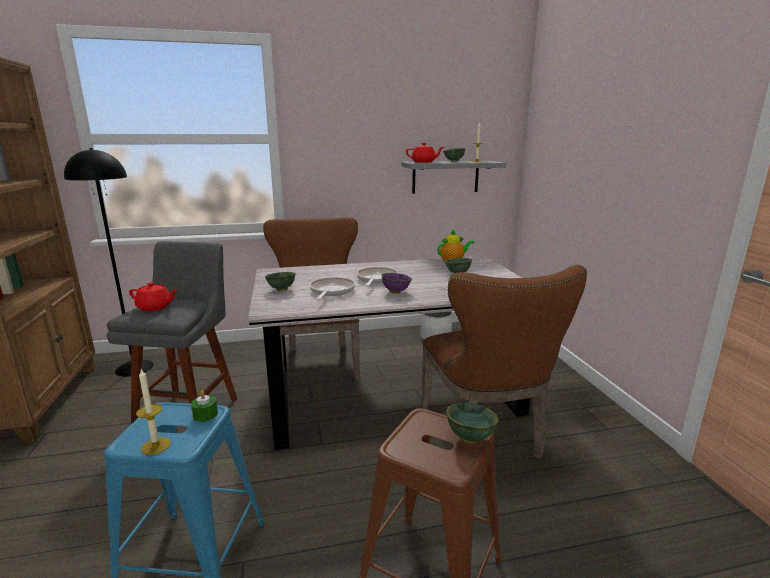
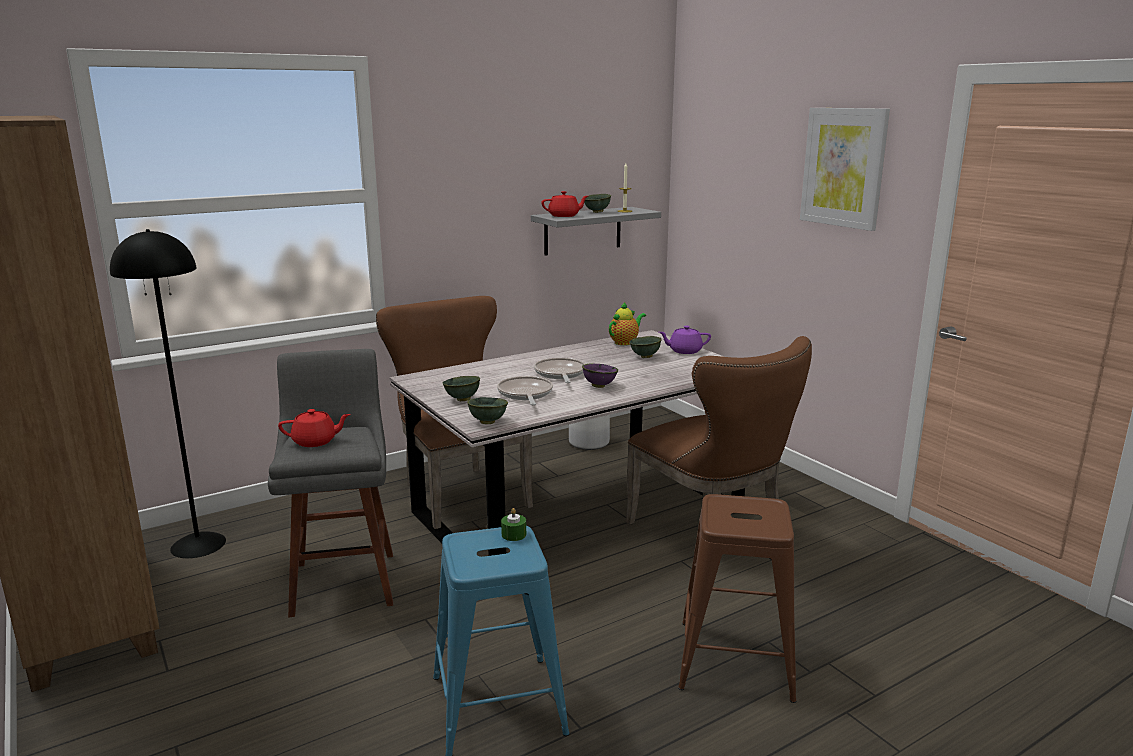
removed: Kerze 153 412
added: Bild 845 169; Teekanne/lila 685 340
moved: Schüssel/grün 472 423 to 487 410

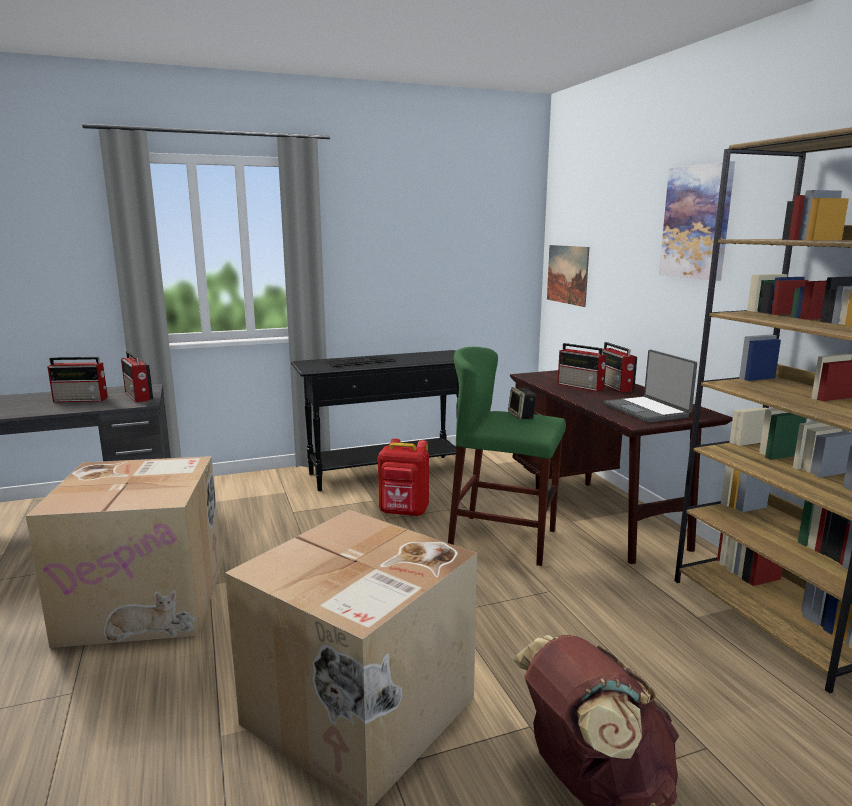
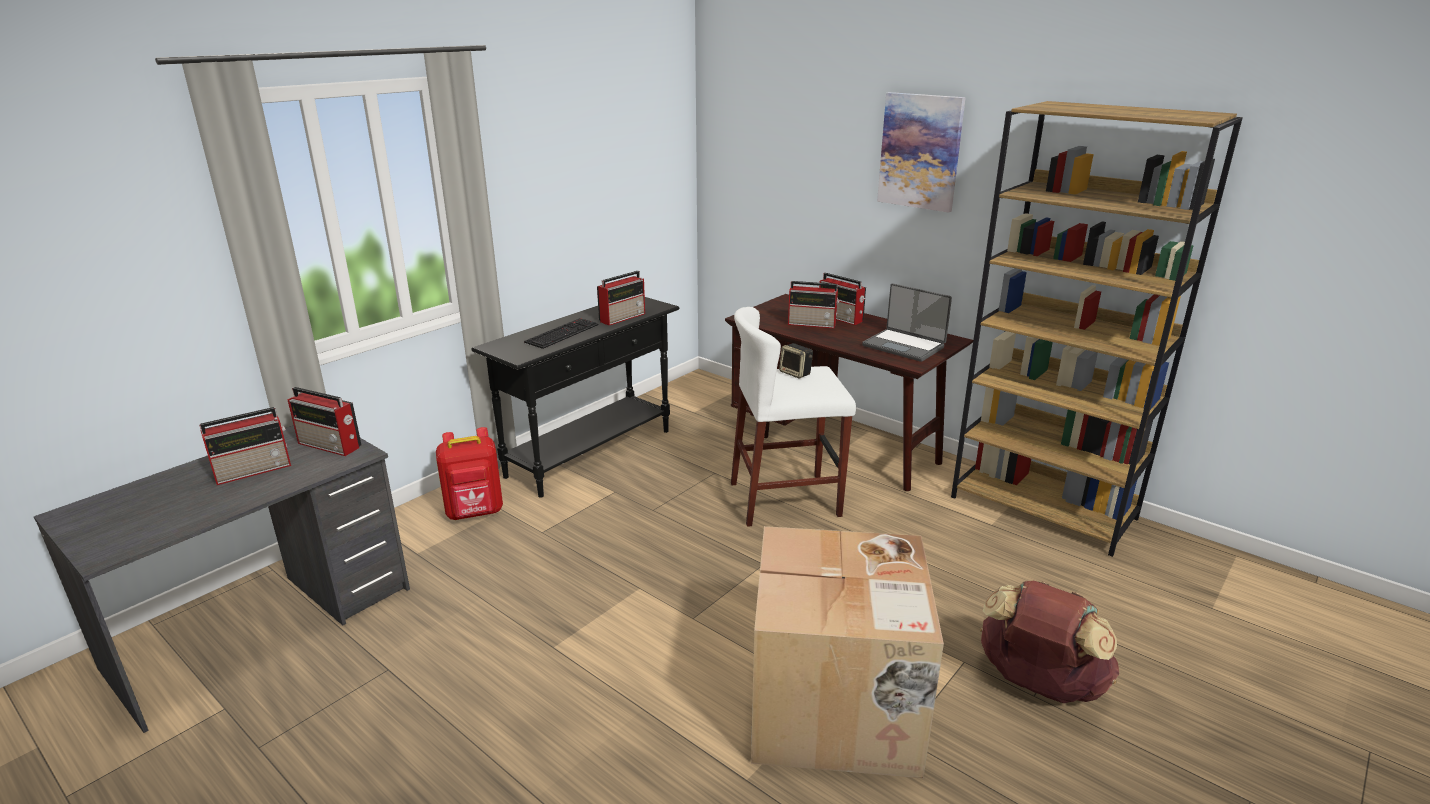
removed: Bild 568 276; Karton 124 552
added: Radio 621 298
moved: Rucksack/rot 403 477 to 469 473
recoloured: Hocker/grün 507 456 to Hocker/weiß 793 417

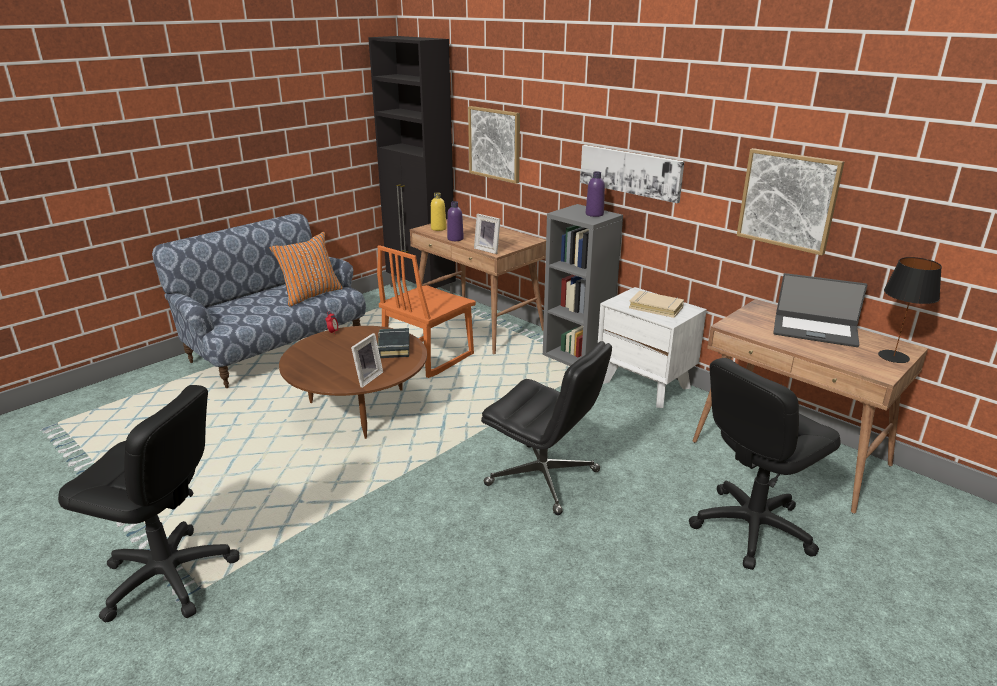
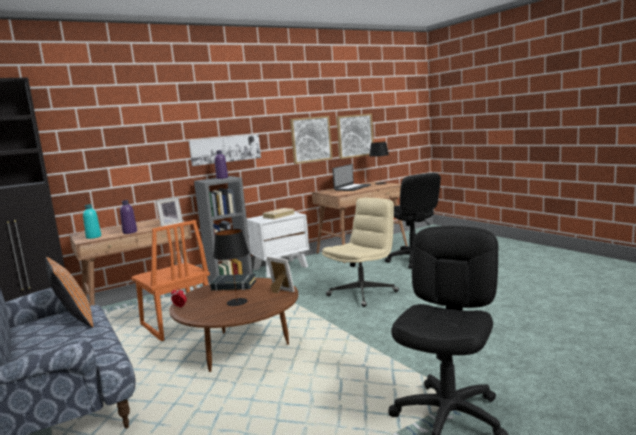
added: Tischlampe/schwarz 231 267
moved: Bild 494 145 to 355 136
recoloured: Flasche/gelb 438 211 to Flasche/türkis 92 221; Bürostuhl/schwarz 546 428 to Bürostuhl/beige 360 252

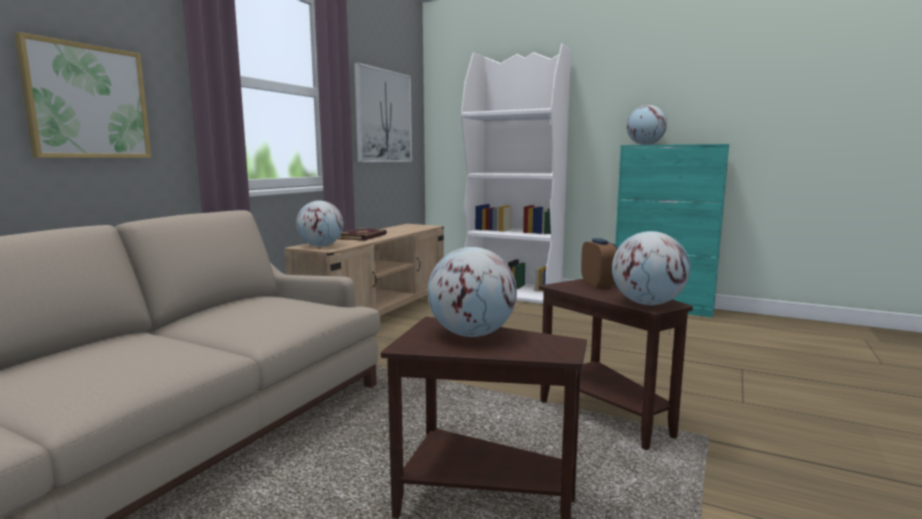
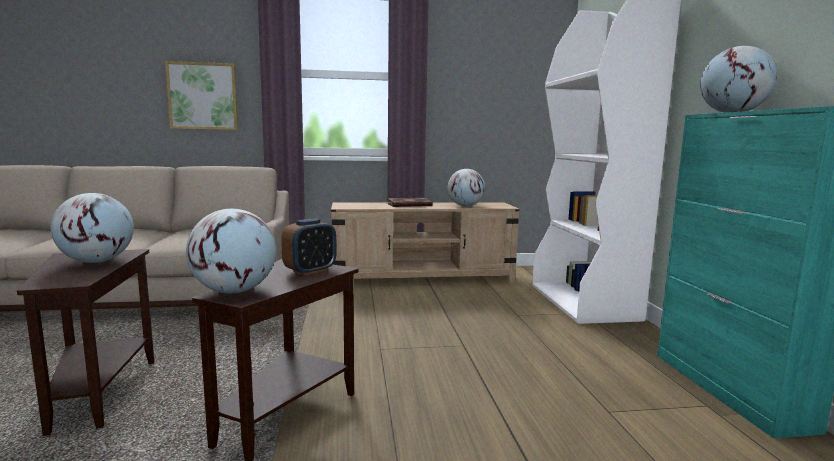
removed: Bild 383 112
moved: Globus 319 224 to 466 187

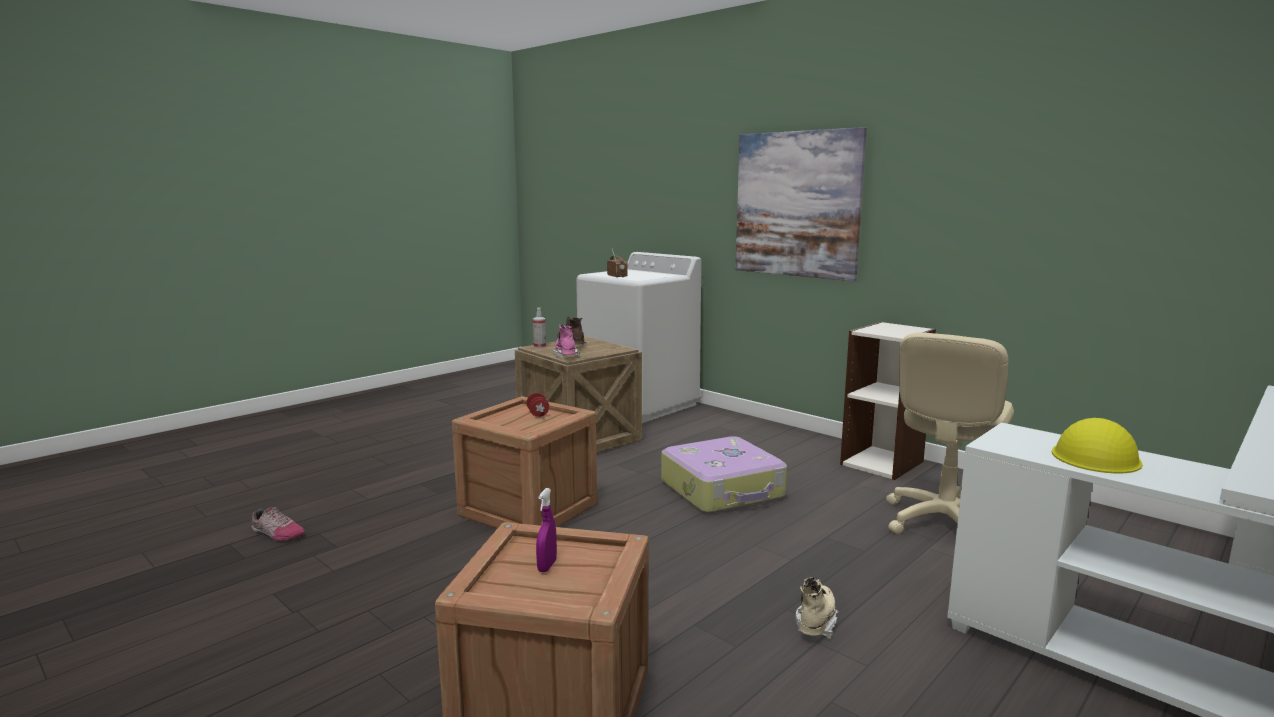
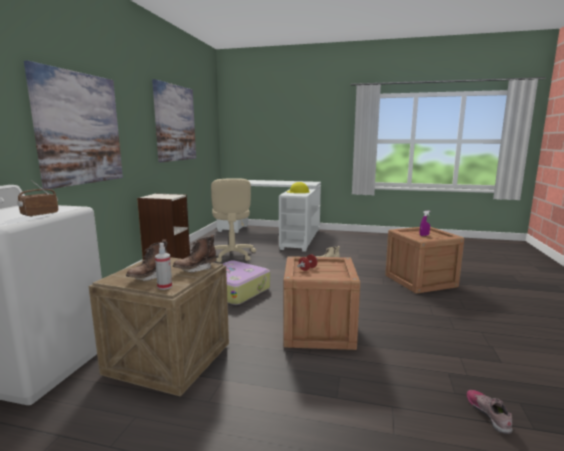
added: Bild 174 120
recoloured: Stiefel/rosa 566 341 to Stiefel/braun 195 253
turned: Bürostuhl/beige 950 433 = 233 220 75 degrees clockwise

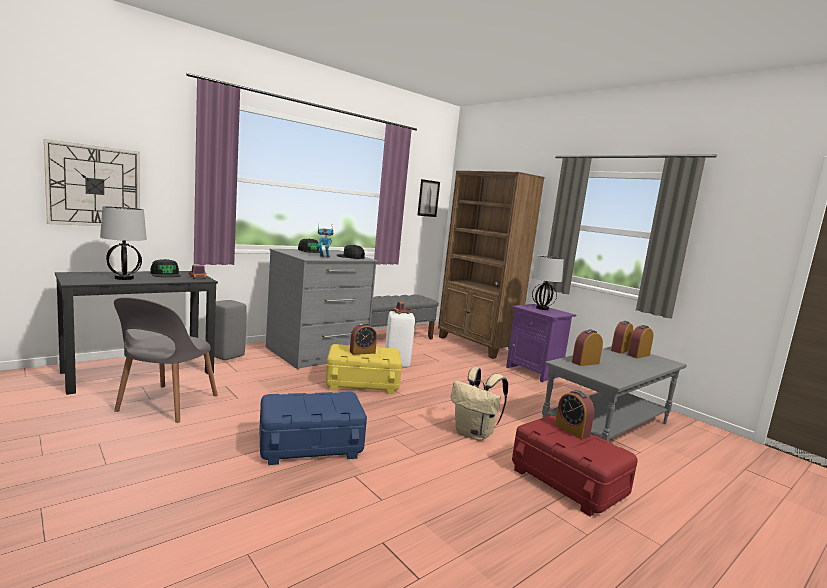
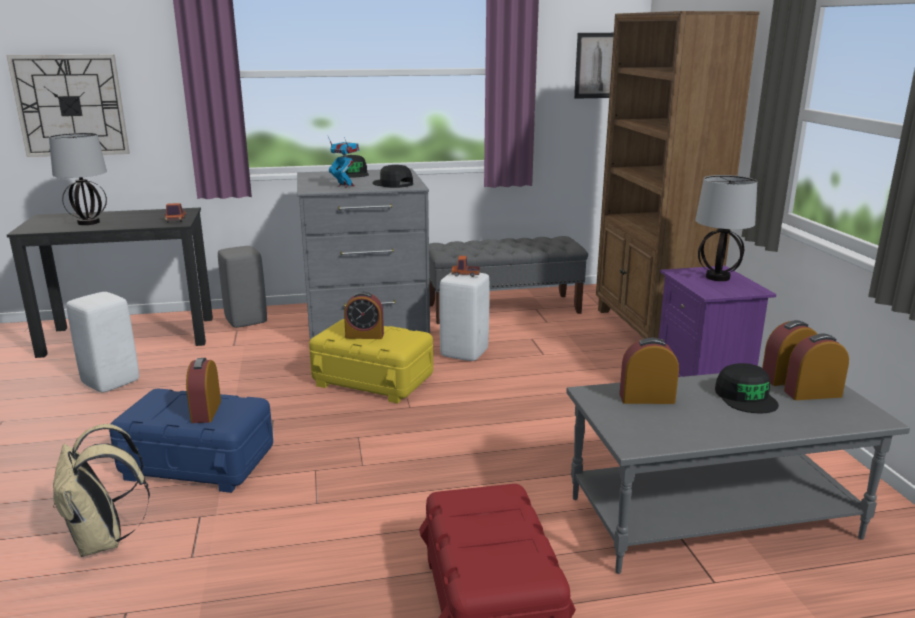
moved: Kappe/schwarz 166 268 to 747 388; Rucksack/beige 479 404 to 101 490; Wecker 574 414 to 203 390
replaced: Stuhl/grau 166 360 to Hocker/weiß 102 342

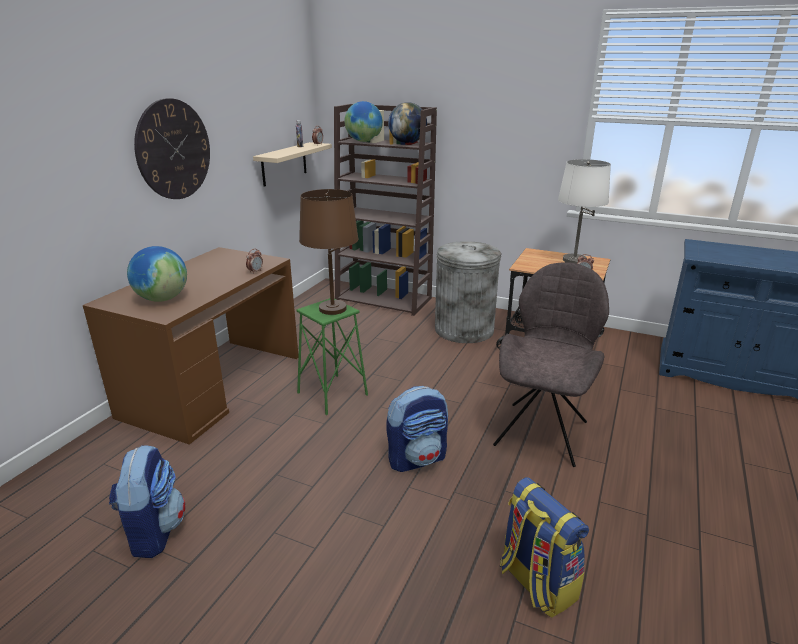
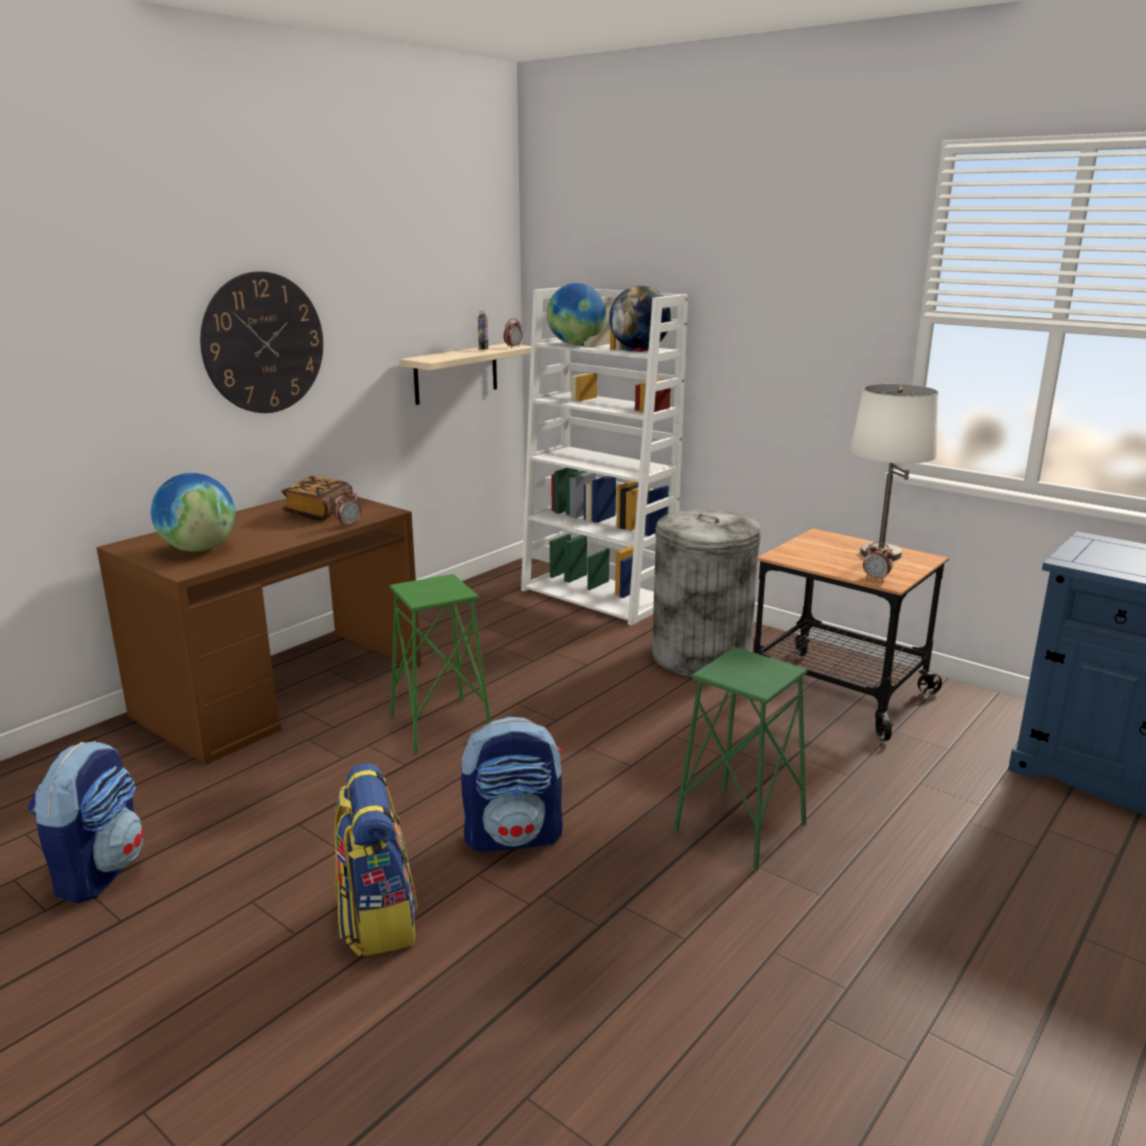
removed: Tischlampe/braun 328 252
added: Buch 317 498
moved: Rucksack 544 547 to 376 860
replaced: Stuhl/grau 551 364 to Hocker/grün 740 759
recoloured: Bücherregal/braun 385 210 to Bücherregal/weiß 604 456

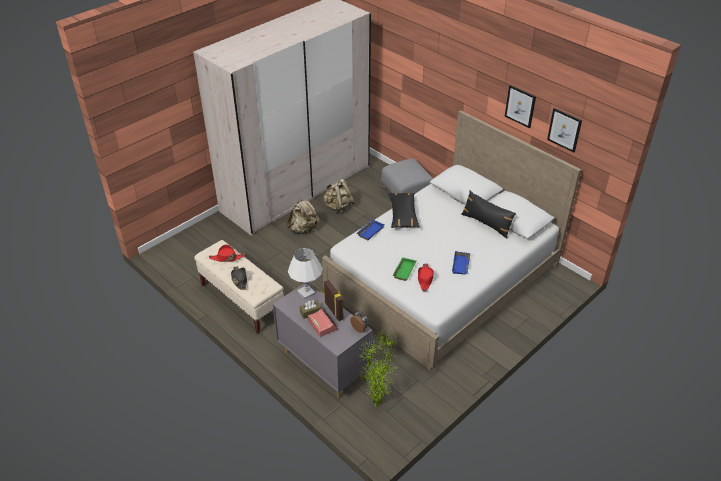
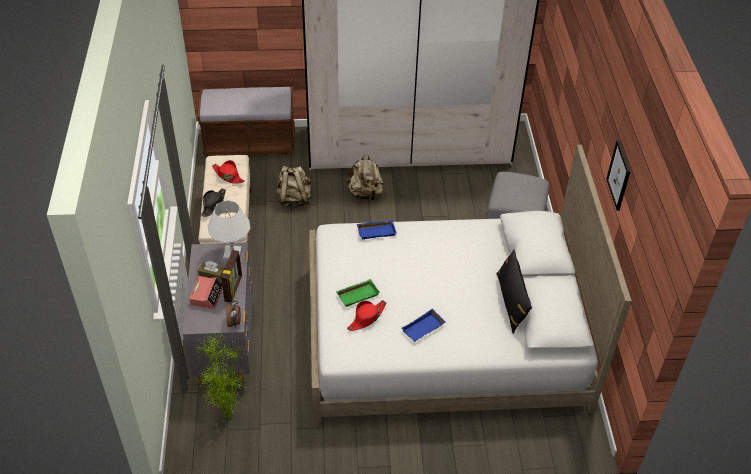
removed: Bild 564 130; Kissen/schwarz 404 210
added: Bank/braun 246 121
moved: Rucksack/beige 339 196 to 294 186

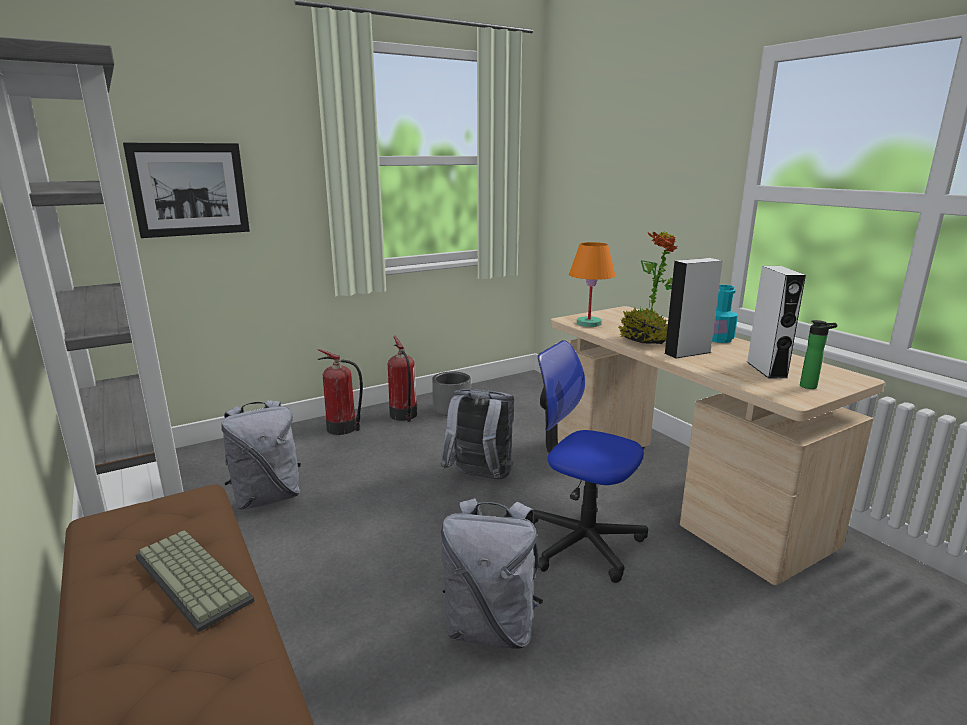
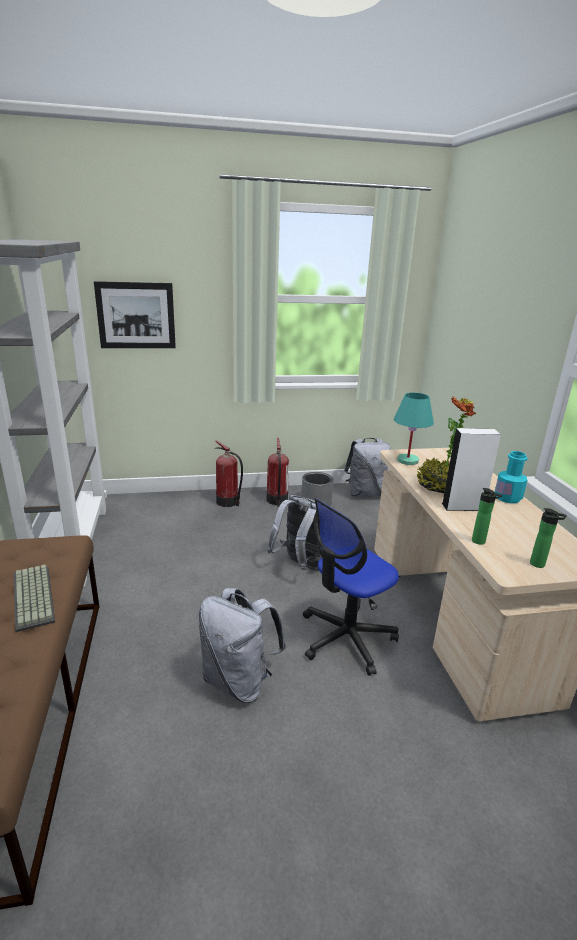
removed: Lautsprecher/weiß 776 322
added: Flasche 487 516
moved: Rucksack/grau 261 455 to 367 467
recoloured: Tischlampe/orange 592 284 to Tischlampe/türkis 414 429
turned: Bürostuhl 590 461 = 351 587 90 degrees counterclockwise

